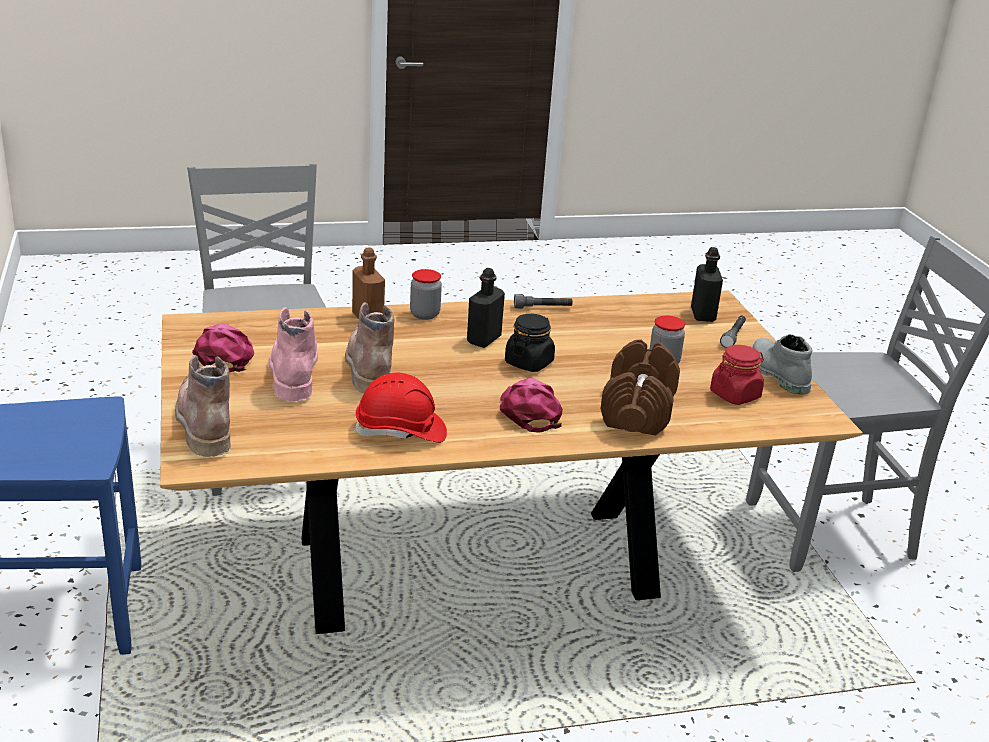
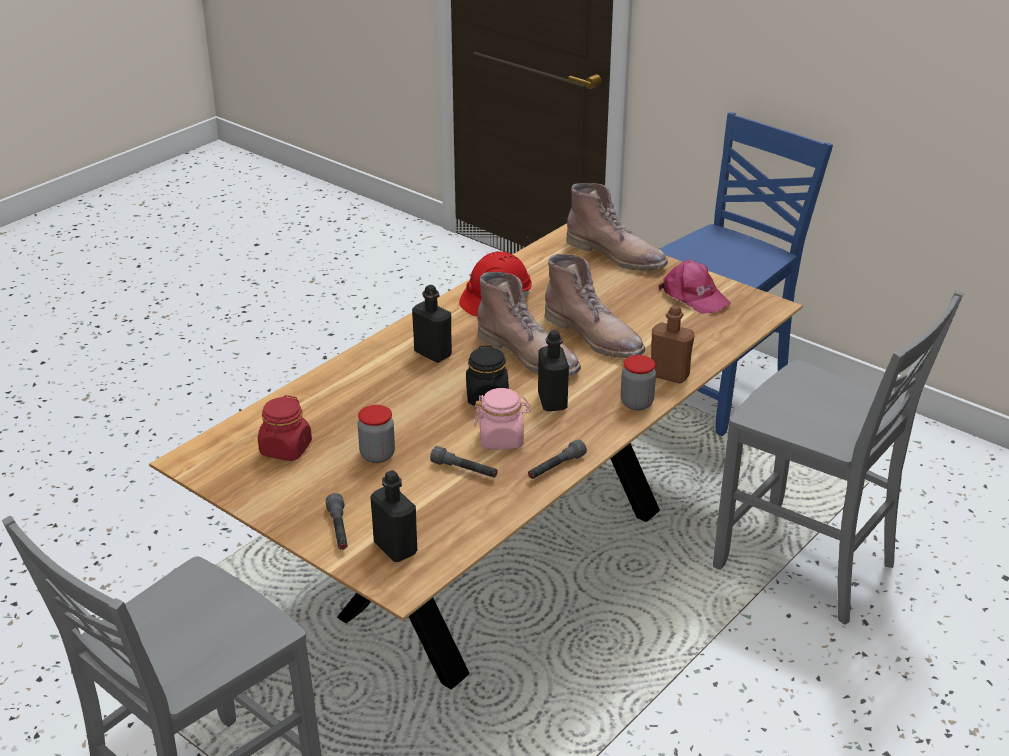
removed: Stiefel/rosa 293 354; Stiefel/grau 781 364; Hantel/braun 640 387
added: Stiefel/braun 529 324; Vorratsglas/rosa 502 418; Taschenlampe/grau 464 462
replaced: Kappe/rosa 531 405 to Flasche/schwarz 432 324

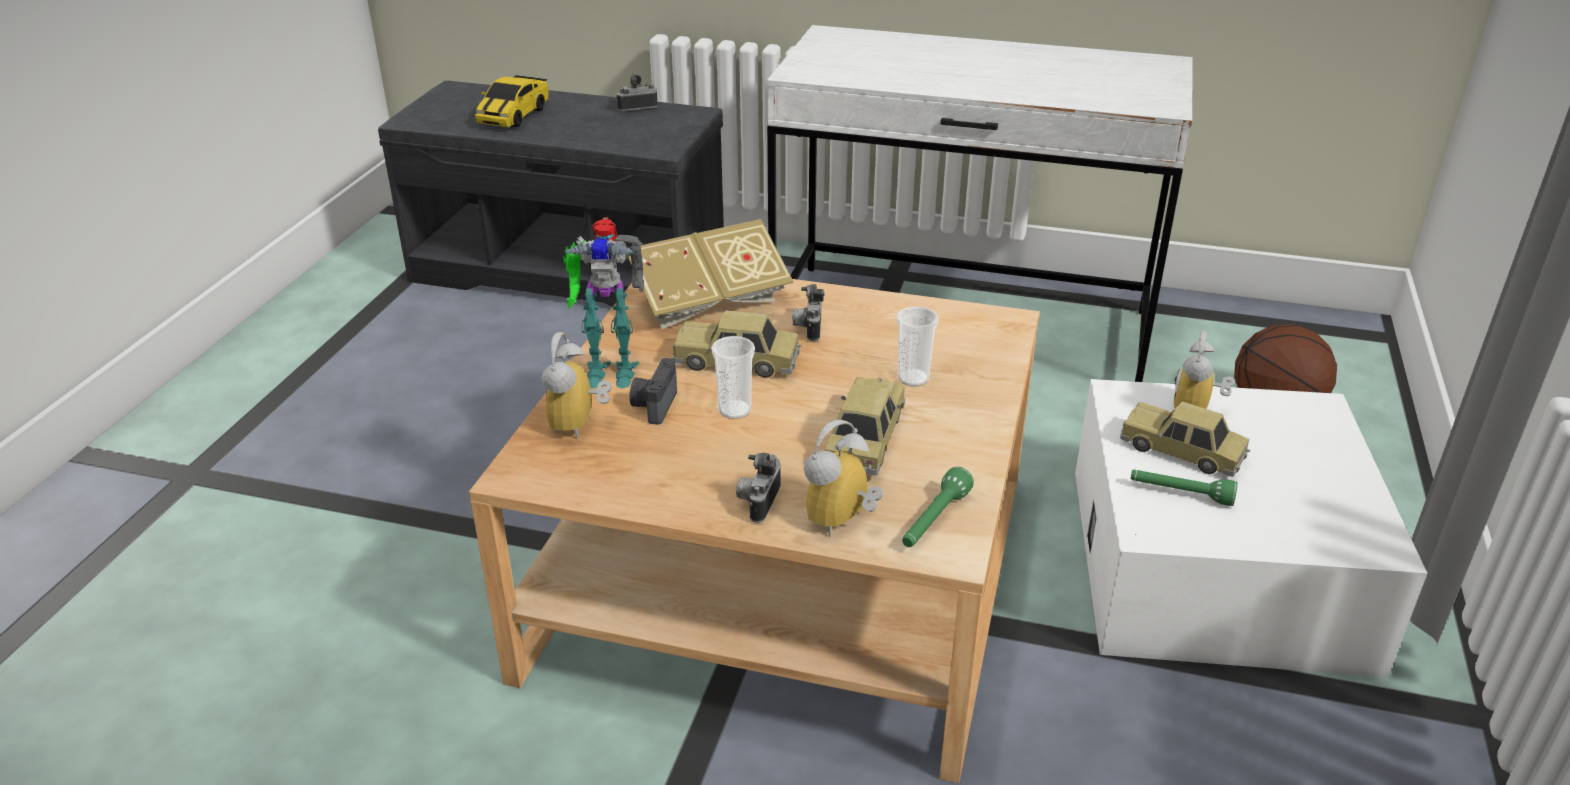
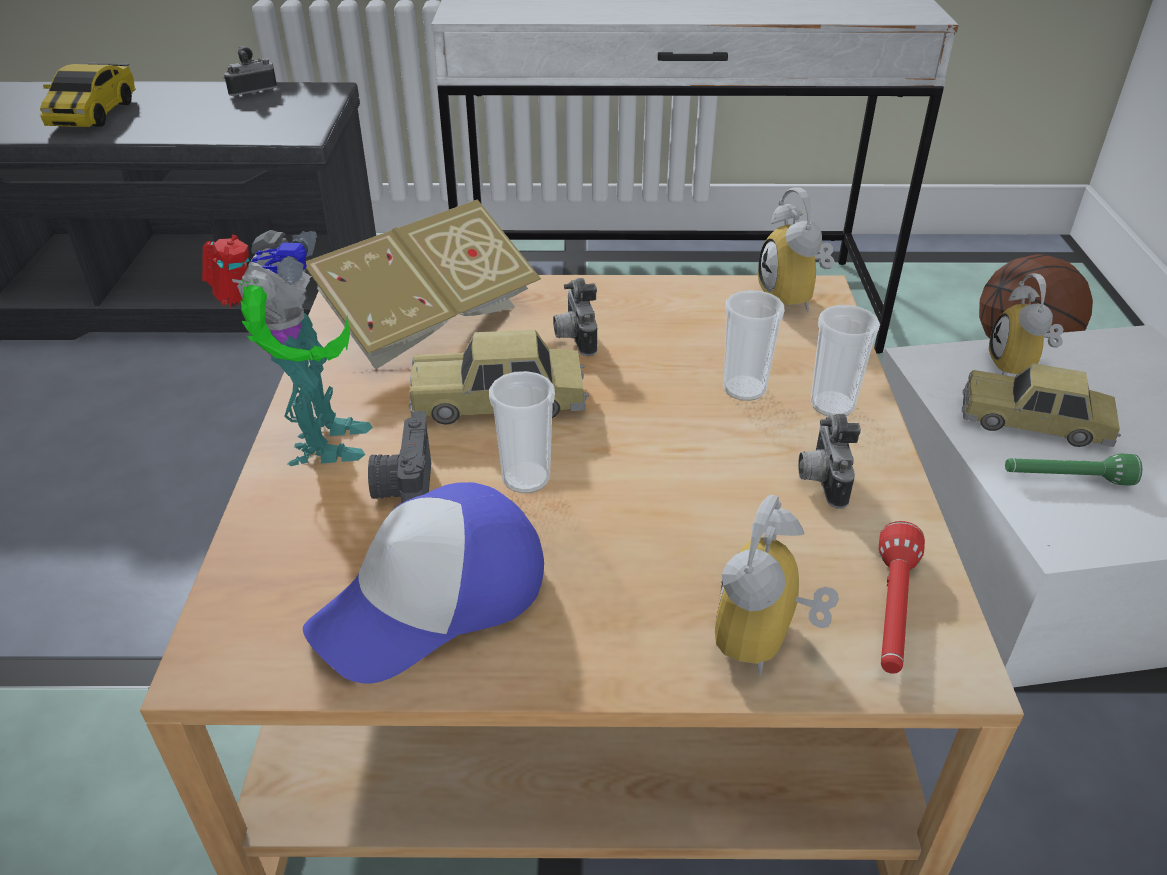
removed: Spielzeugauto 865 426
added: Tasse 845 360; Kappe 423 583
moved: Wecker 576 385 to 796 249; Kamera 758 488 to 829 461
recoloured: Taschenlampe/grün 938 507 to Taschenlampe/rot 902 597
turned: Spielzeugroboter 603 303 = 287 348 75 degrees counterclockwise

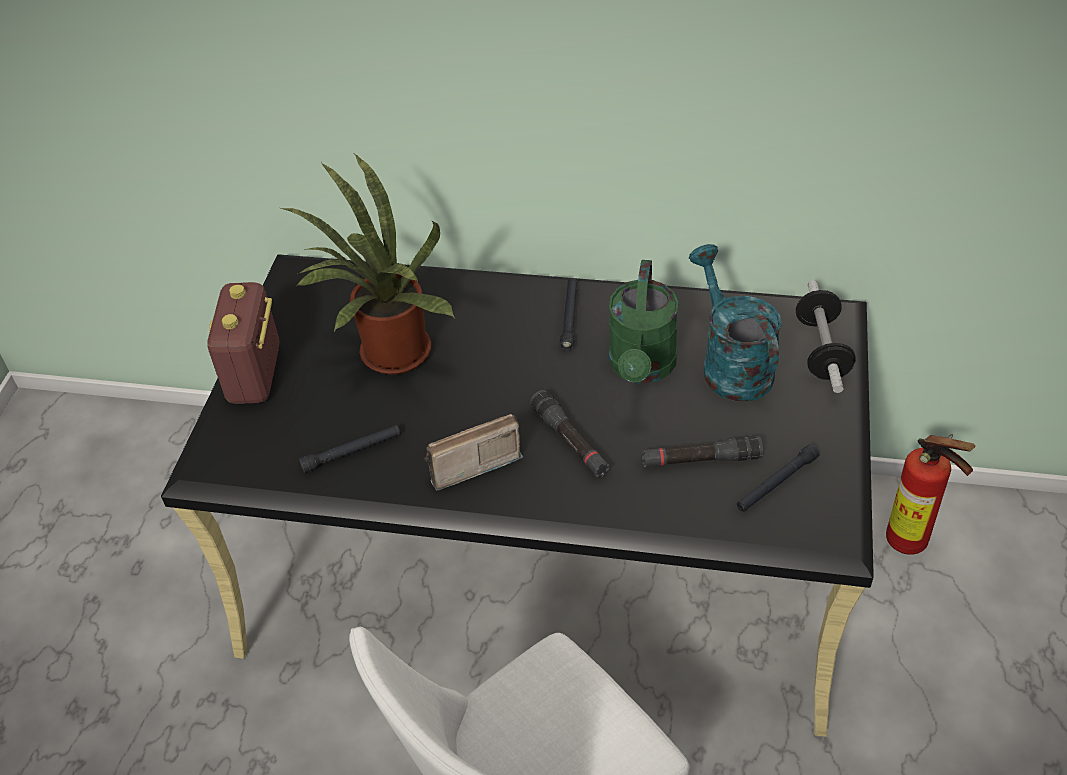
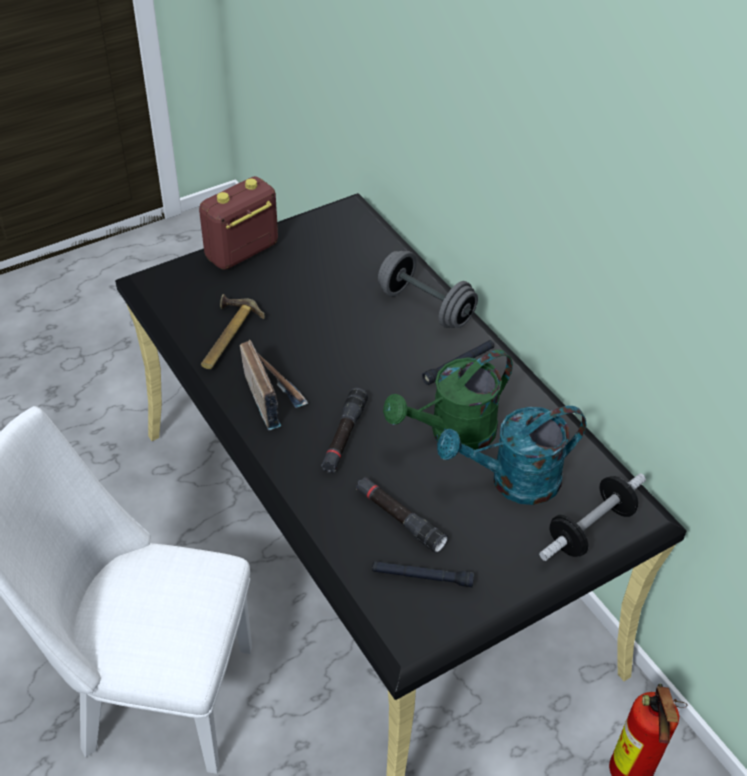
removed: Topfpflanze 368 264
added: Hantel/grau 428 289
replaced: Taschenlampe/schwarz 350 449 to Hammer 233 331
turned: Gießkanne/türkis 735 322 = 511 455 135 degrees counterclockwise; Radio 473 452 = 274 385 45 degrees clockwise

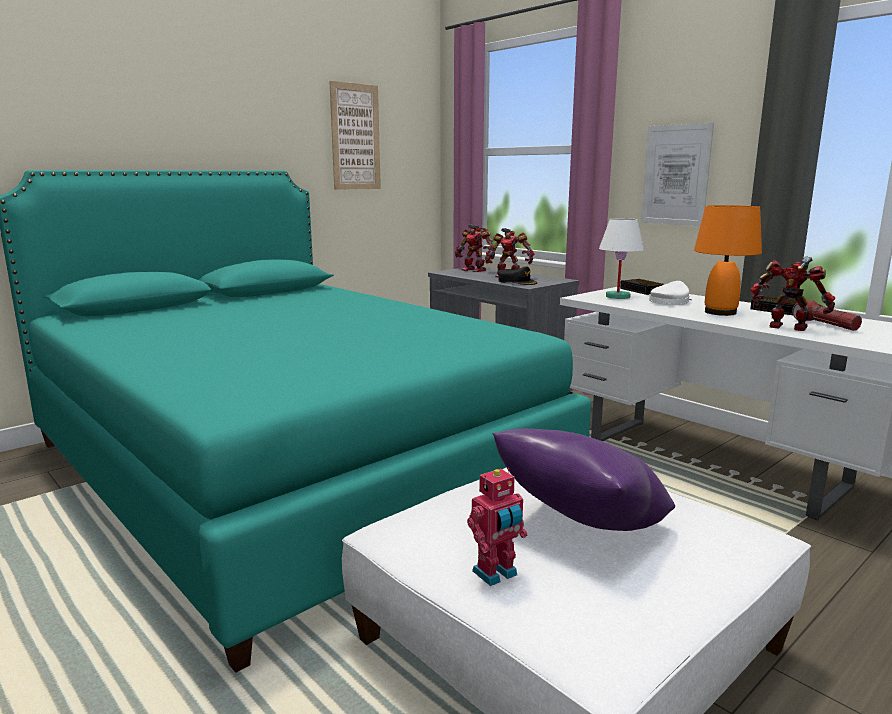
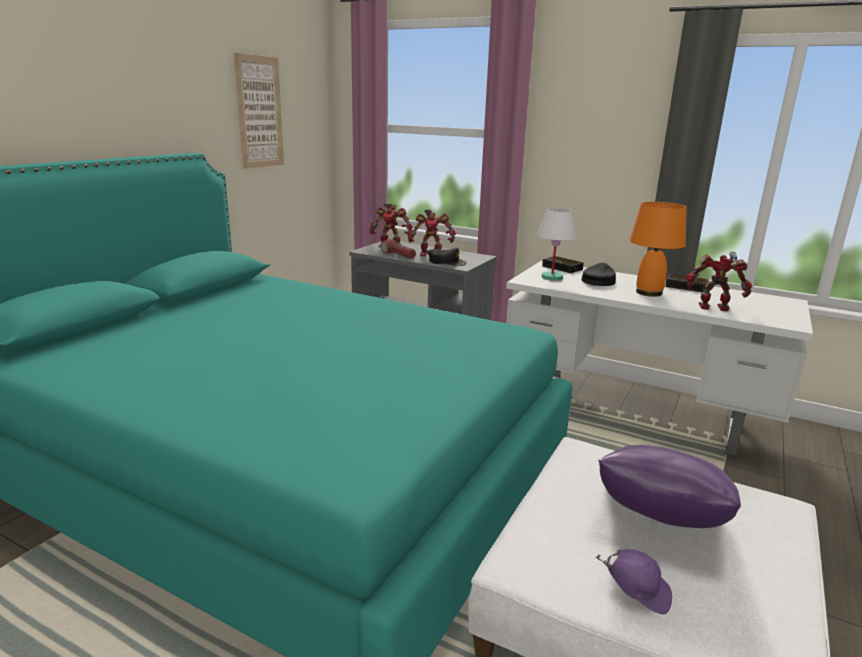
removed: Bild 677 174
moved: Taschenlampe 827 315 to 398 249
replaced: Spielzeugroboter 497 527 to Kappe/lila 634 581
recoloured: Kappe/weiß 671 293 to Kappe/schwarz 599 274

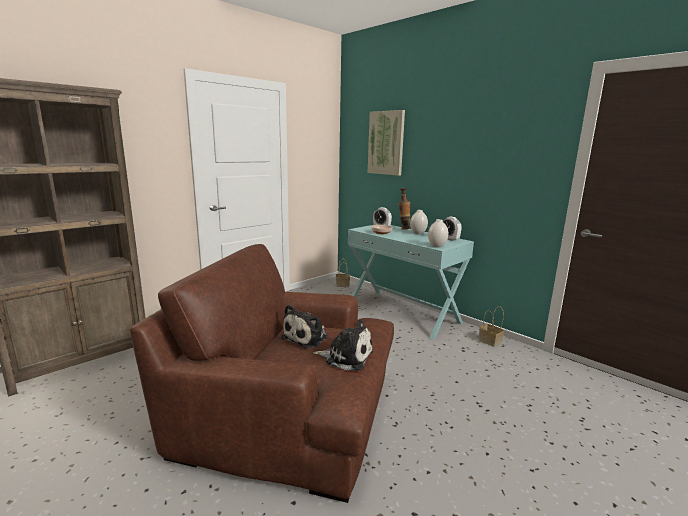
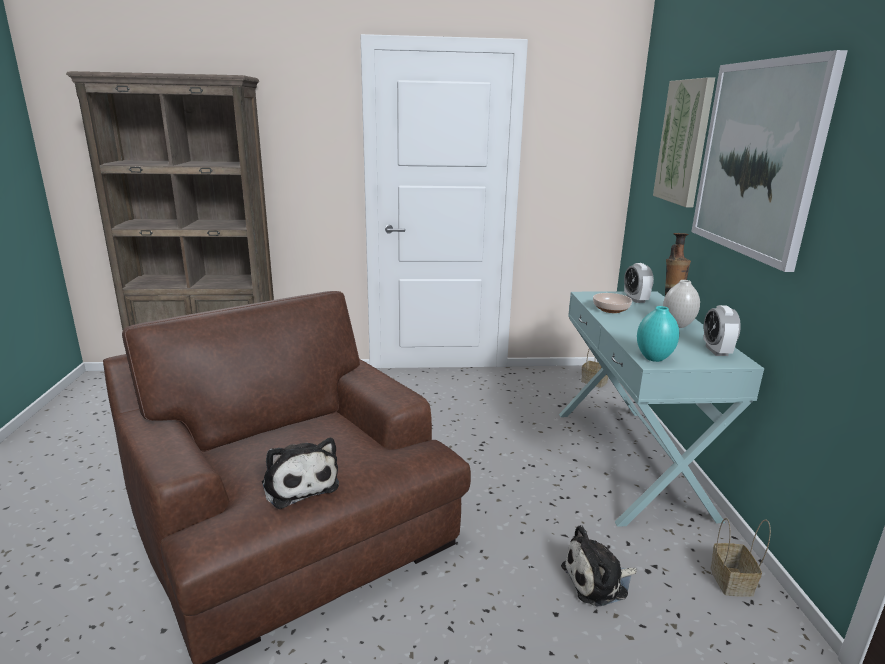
added: Bild 769 161
moved: Plüschtier 304 326 to 599 565
recoloured: Vase/weiß 438 233 to Vase/türkis 658 334

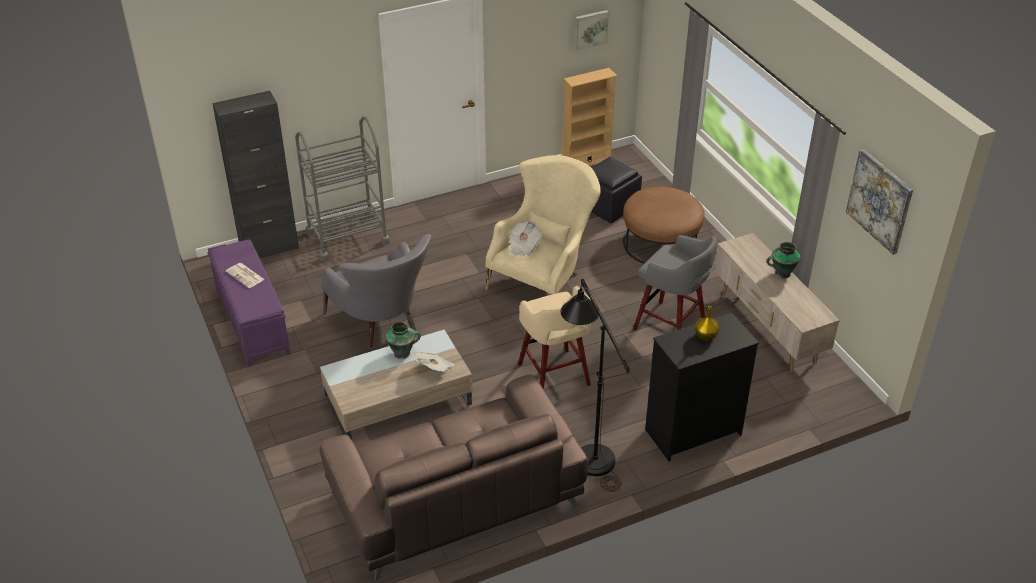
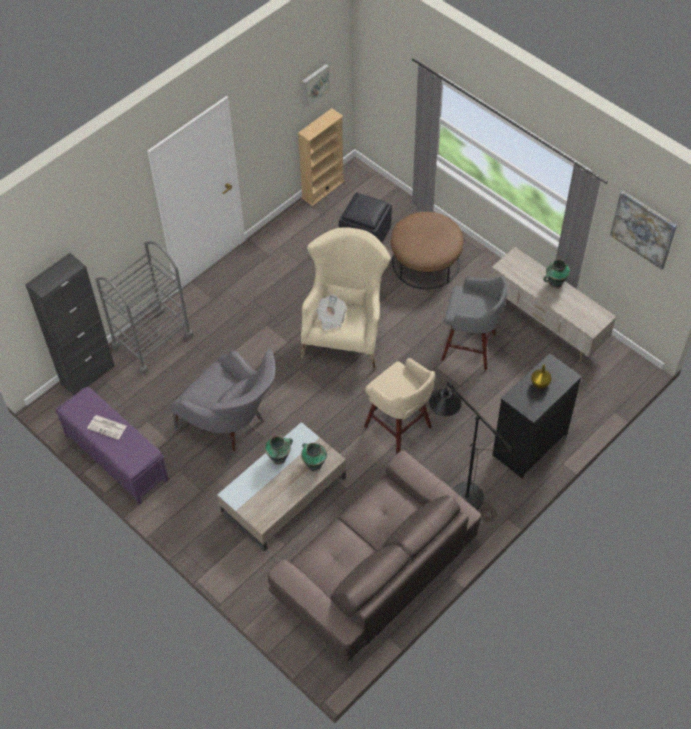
replaced: Zeitung 434 362 to Vase 314 457

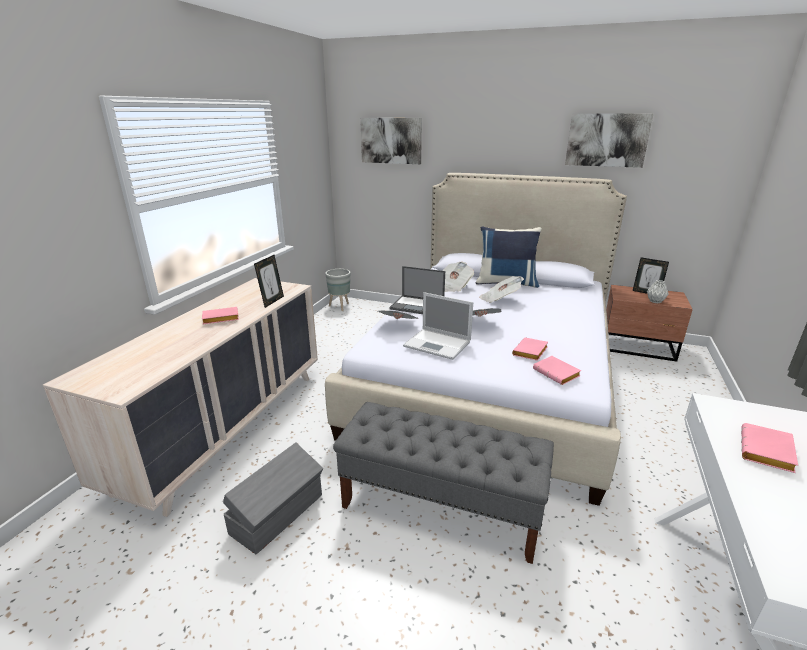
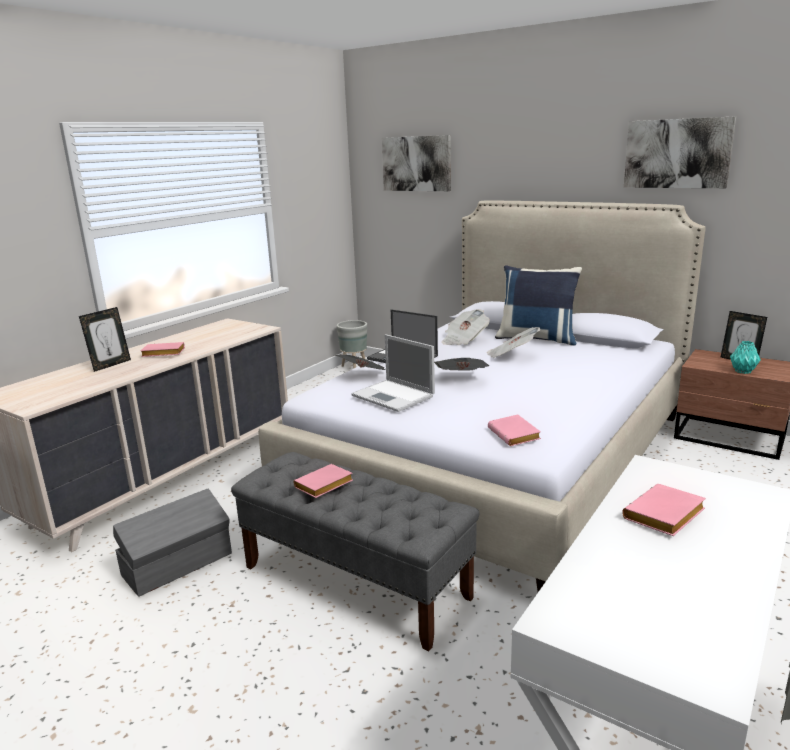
moved: Bilderrahmen 269 281 to 105 339; Buch/rosa 530 349 to 323 481
recoloured: Vase/grau 658 292 to Vase/türkis 745 357

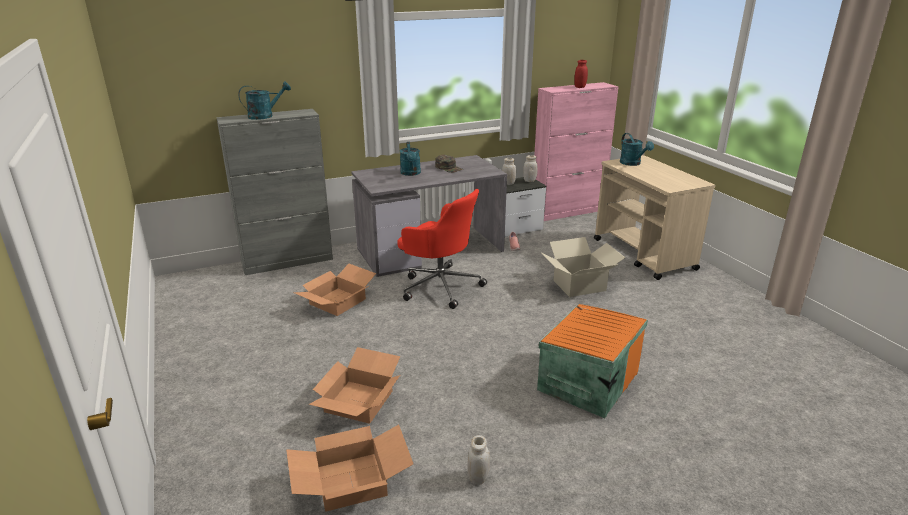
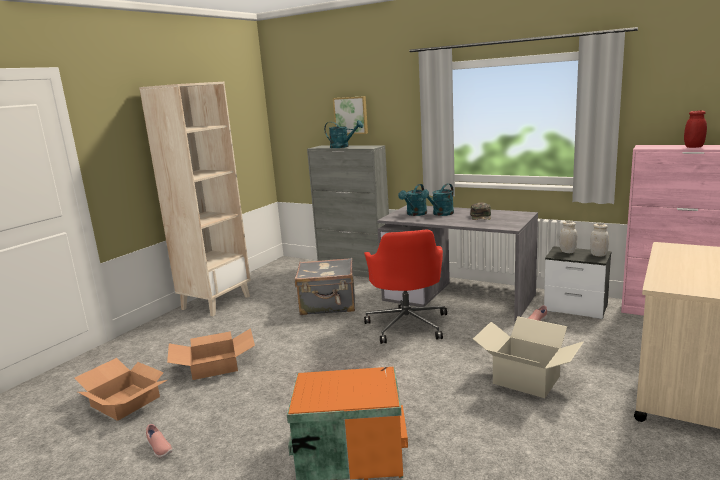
added: Bücherregal/beige 195 199; Bild 350 115
moved: Gießkanne/türkis 637 149 to 412 200
replaced: Karton 335 290 to Koffer/grau 325 286; Vorratsglas/weiß 478 460 to Schuh/rosa 159 441

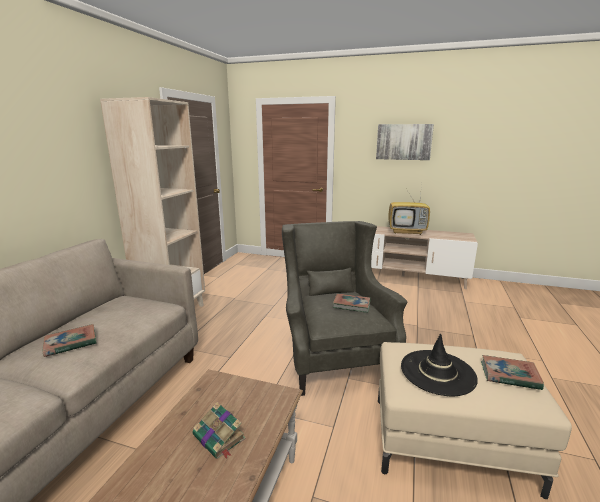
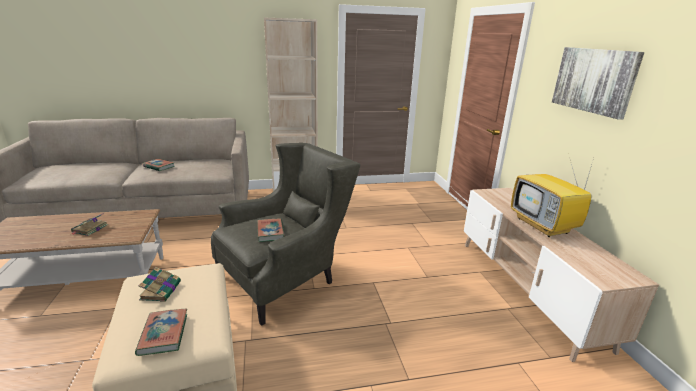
replaced: Hut/schwarz 439 364 to Buch 160 284

